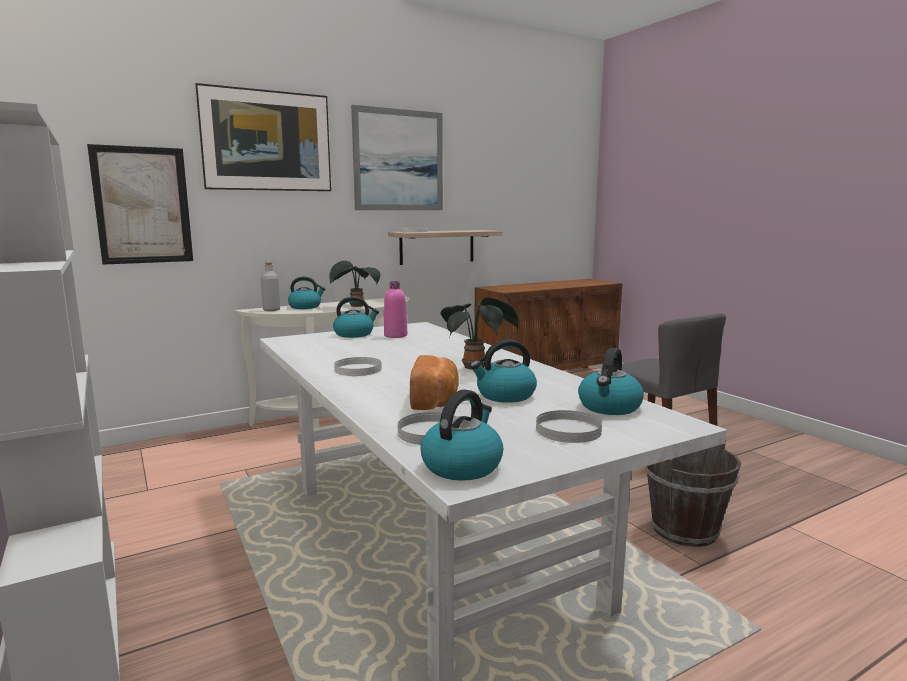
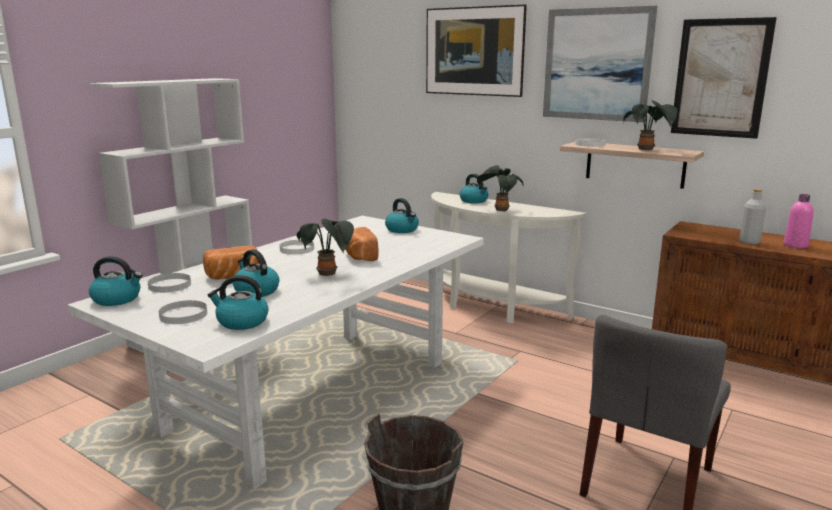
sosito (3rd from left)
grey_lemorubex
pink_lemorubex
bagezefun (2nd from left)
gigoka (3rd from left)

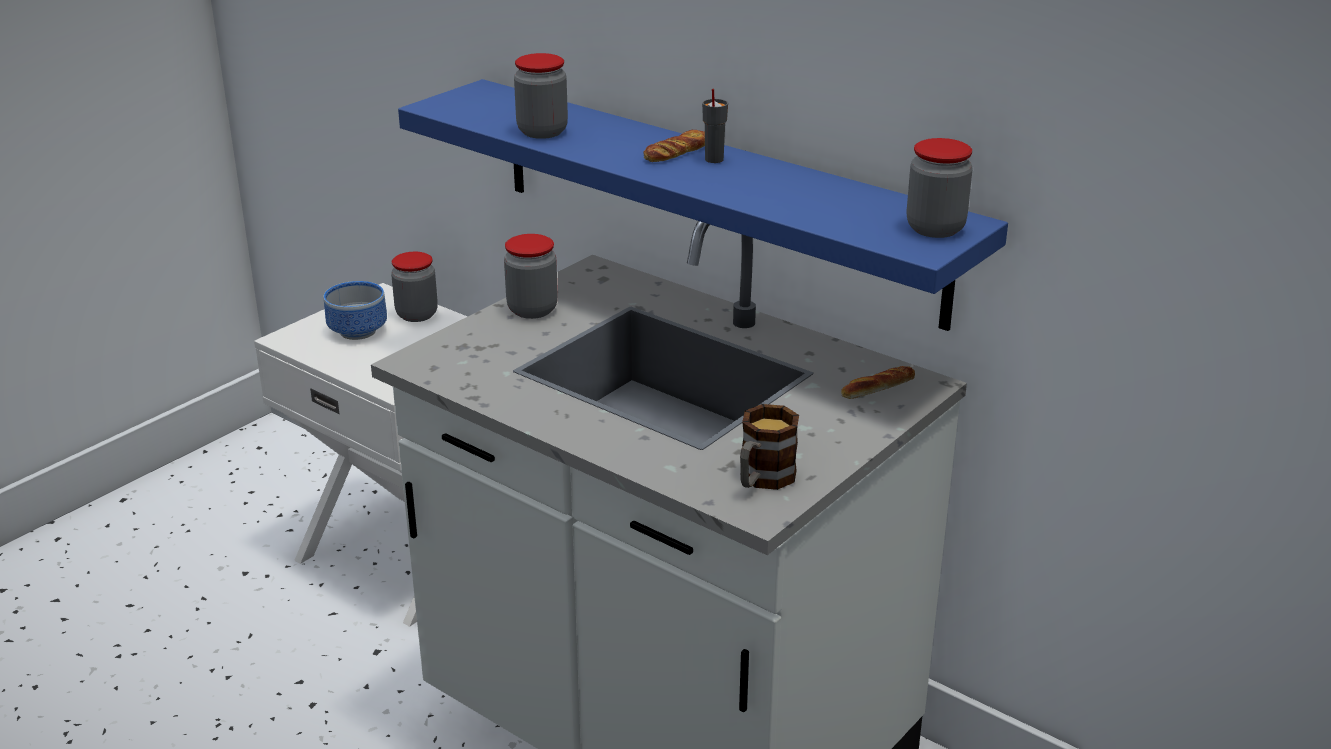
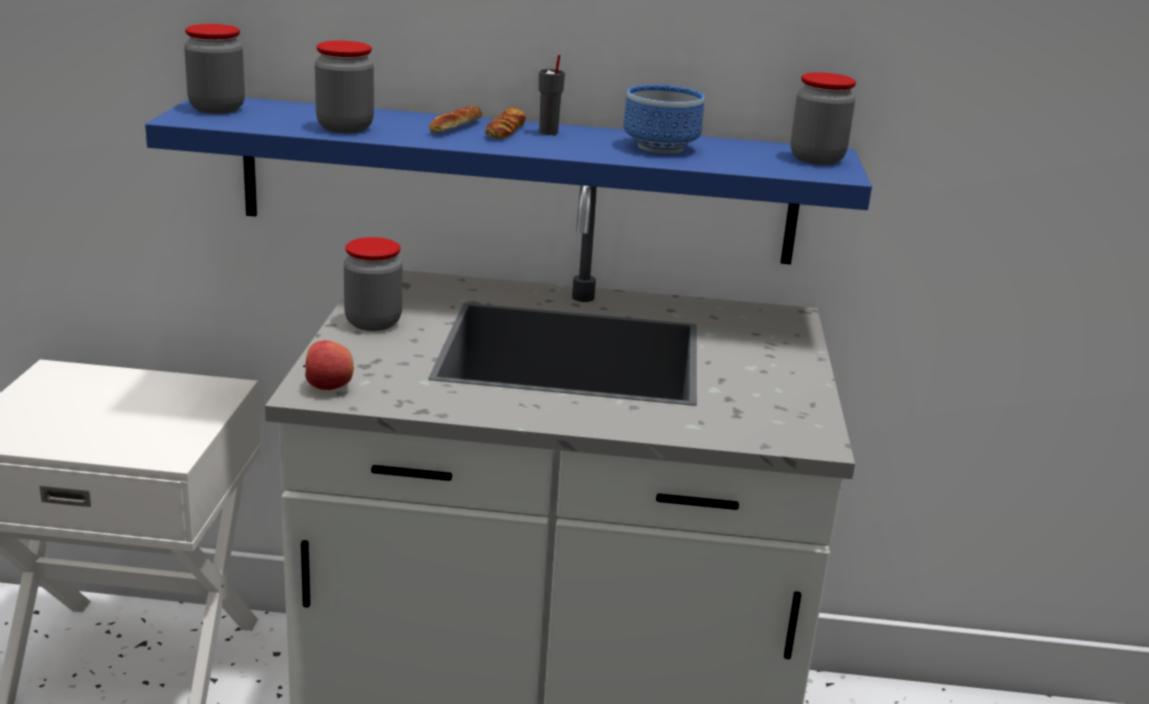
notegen
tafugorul (1st from left)
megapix
bagezefun (1st from left)
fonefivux

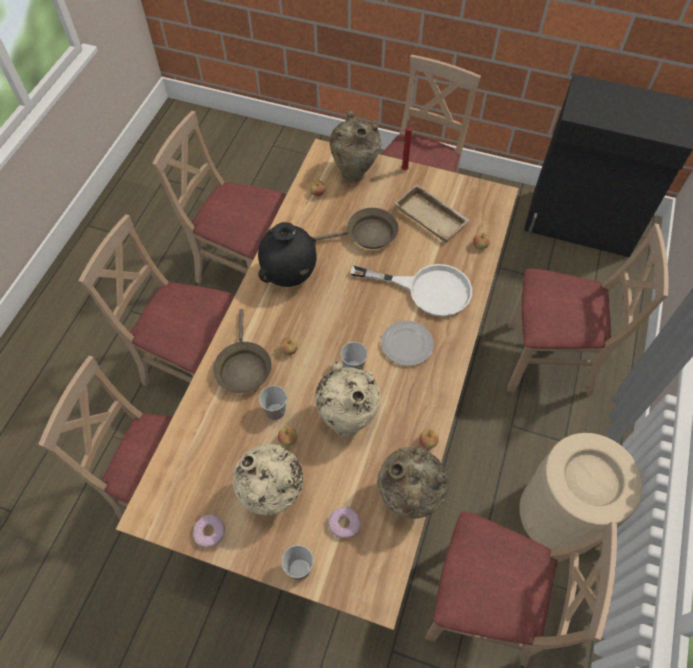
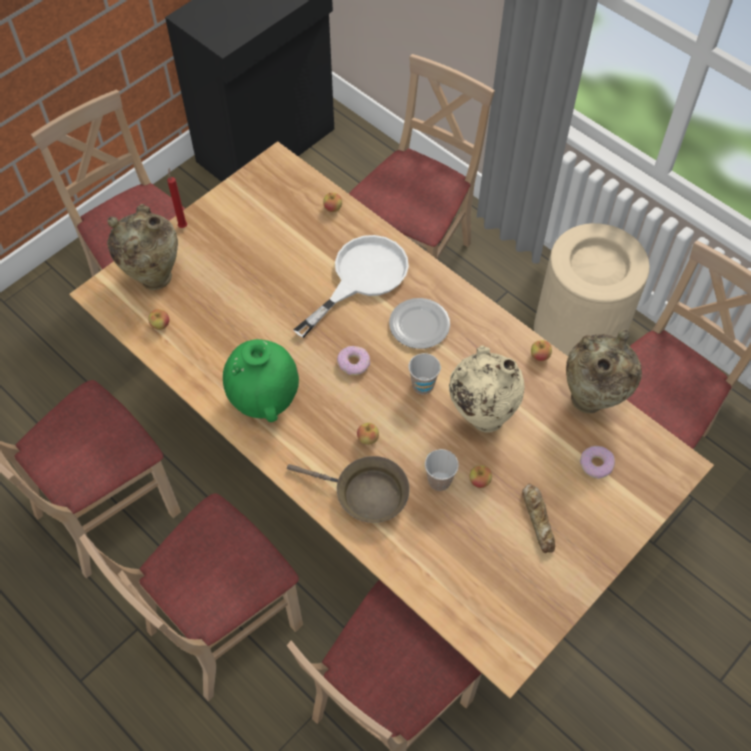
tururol (1st from left)
bagezefun
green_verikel
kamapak (2nd from left in the first image)
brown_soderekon (2nd from left in the first image)
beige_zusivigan

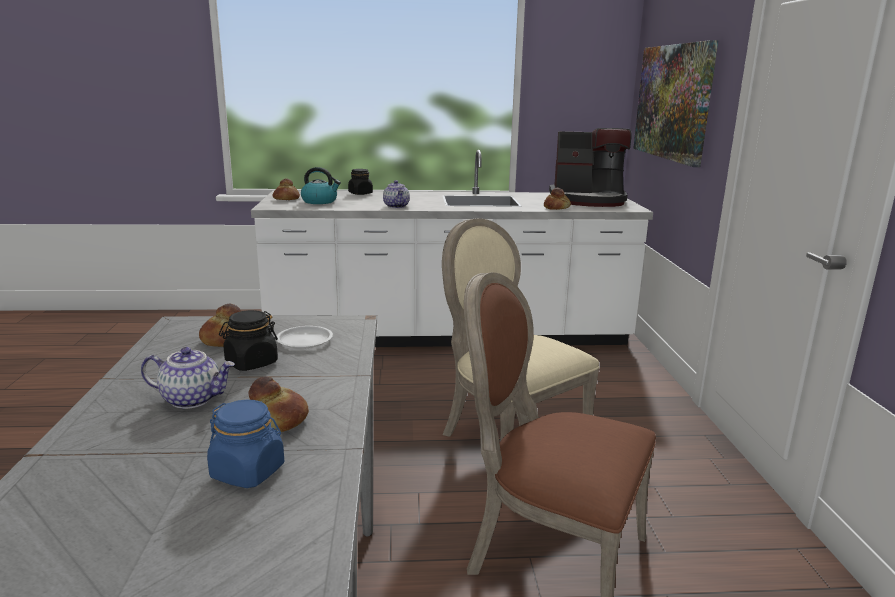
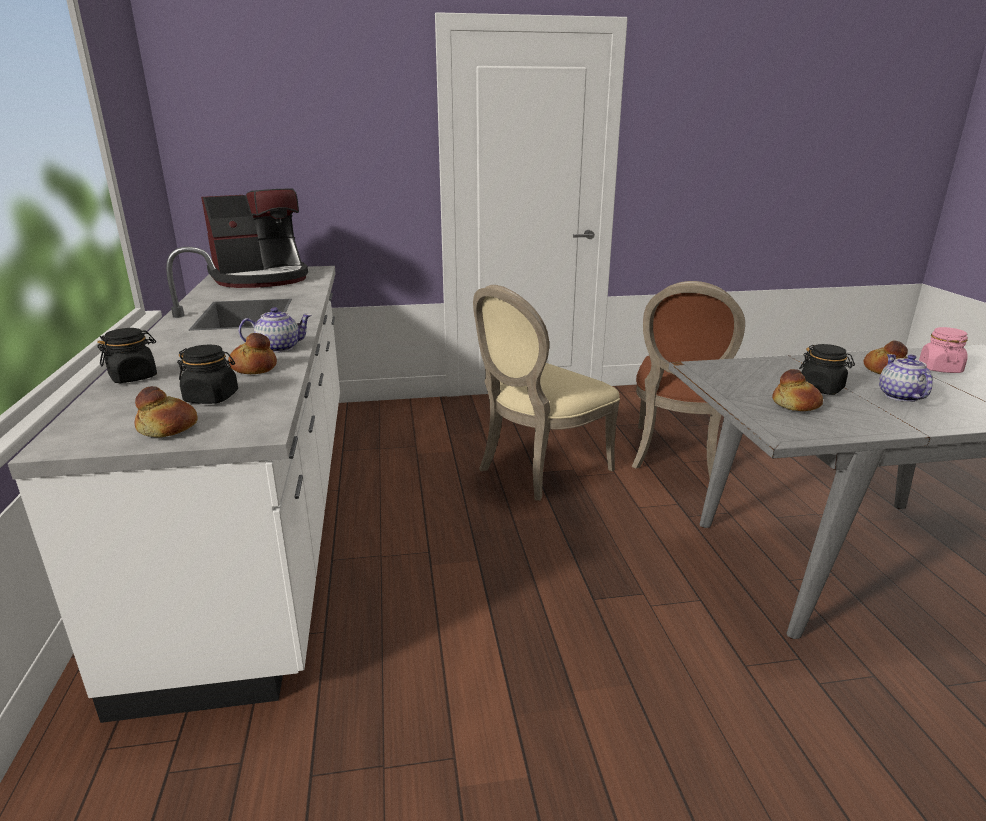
pink_tafugorul
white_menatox
black_tafugorul (2nd from left)
bagezefun (2nd from left)
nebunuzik
sosito

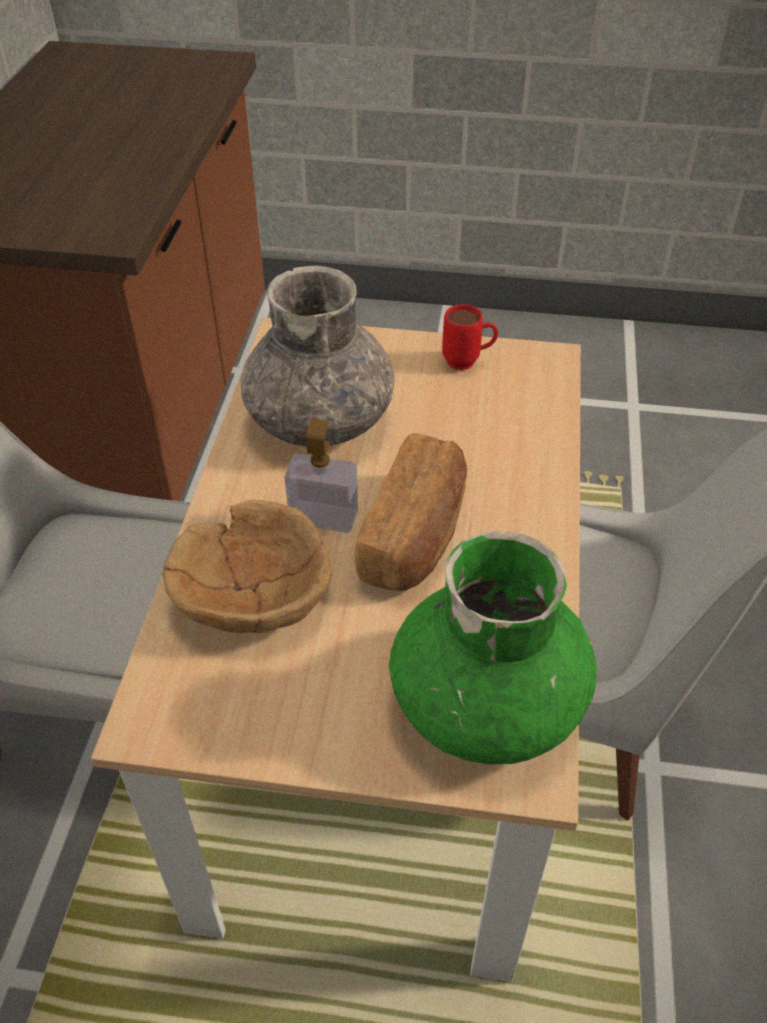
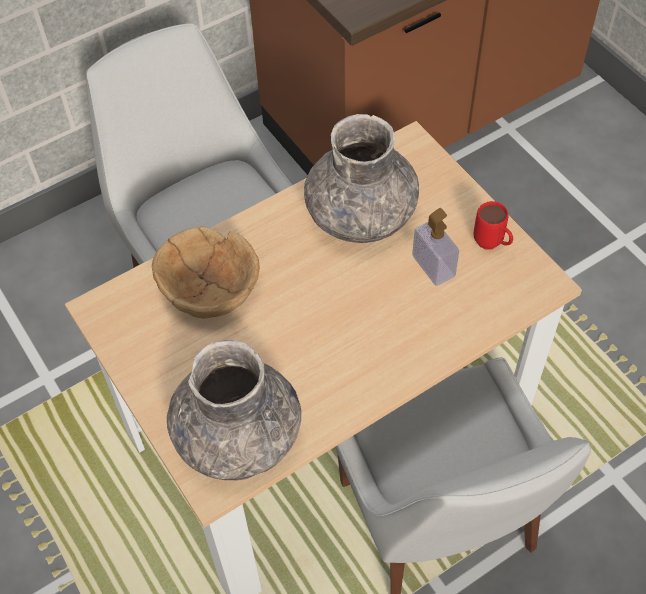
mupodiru
bagezefun
grey_verikel (1st from left)

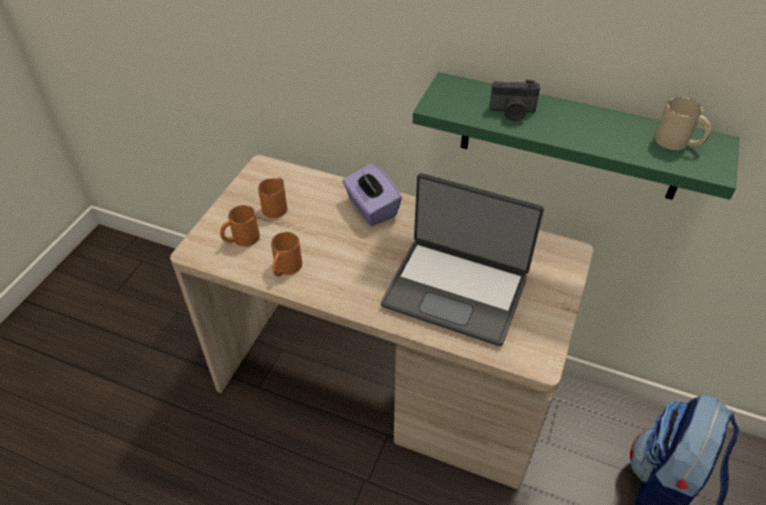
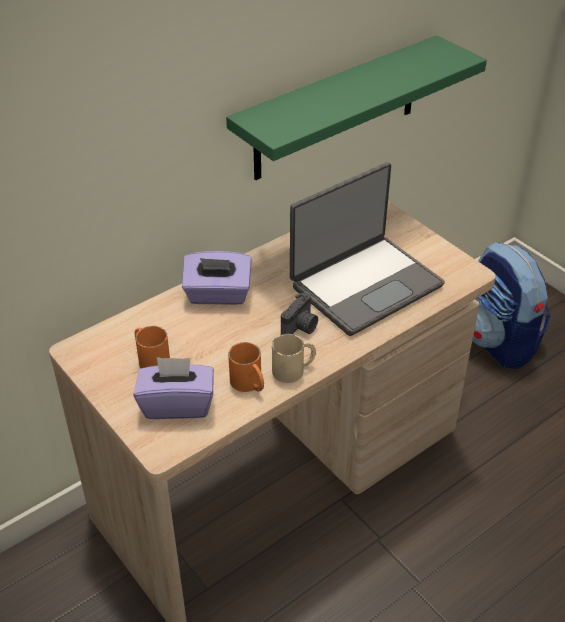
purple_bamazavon (1st from left)
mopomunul
beige_megapix

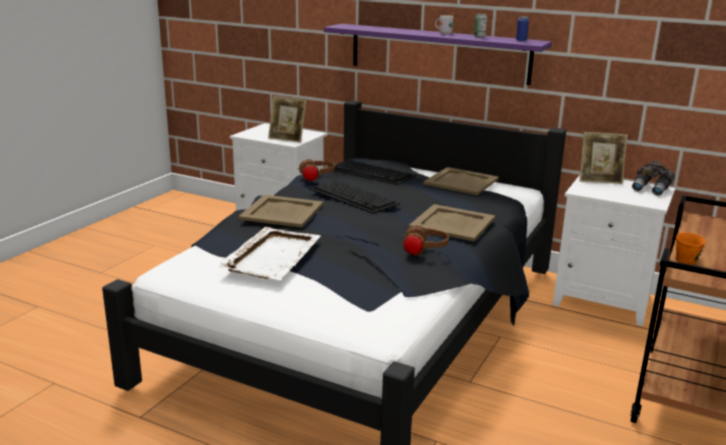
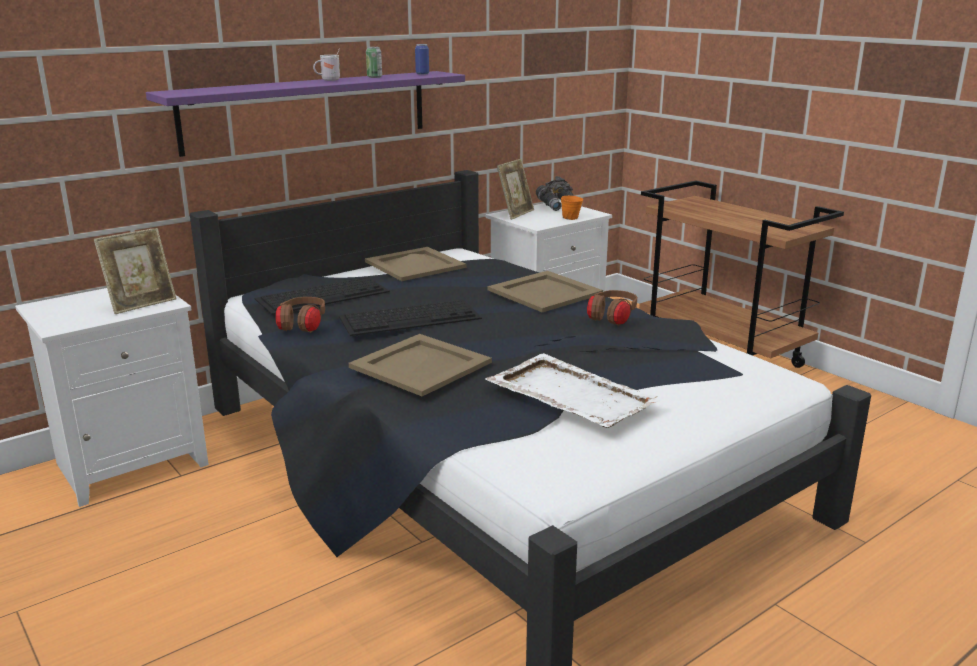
orange_megapix

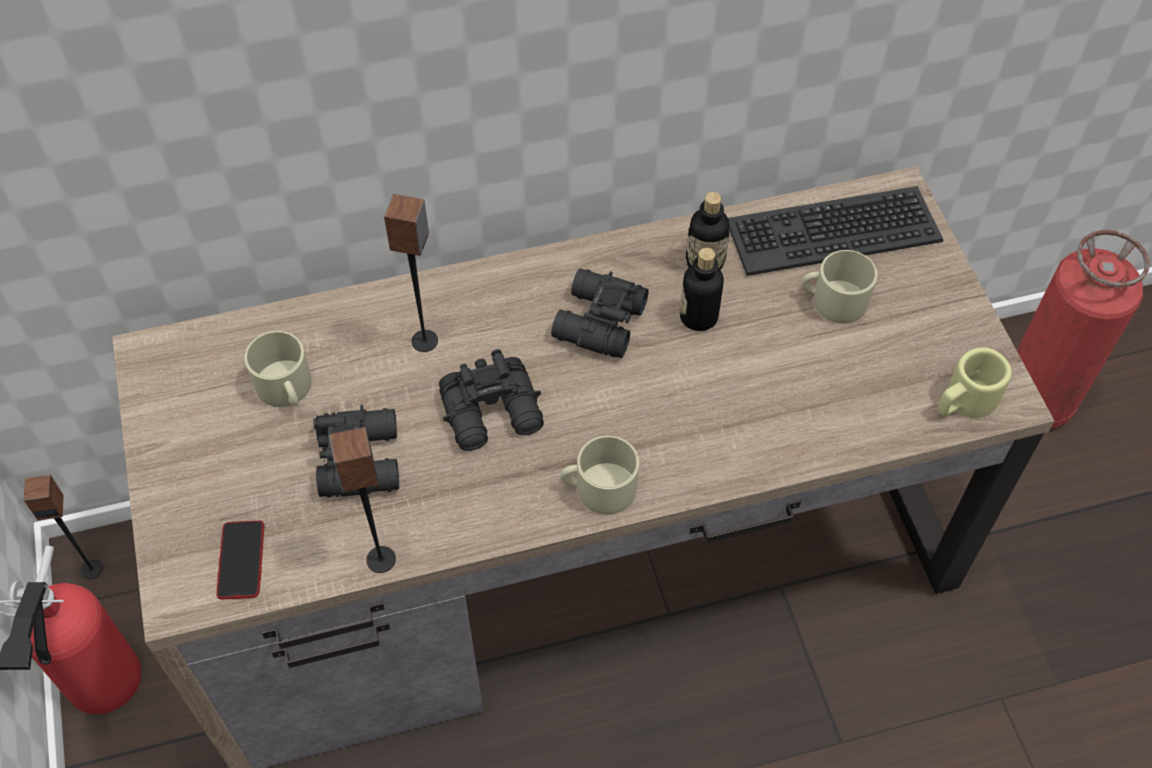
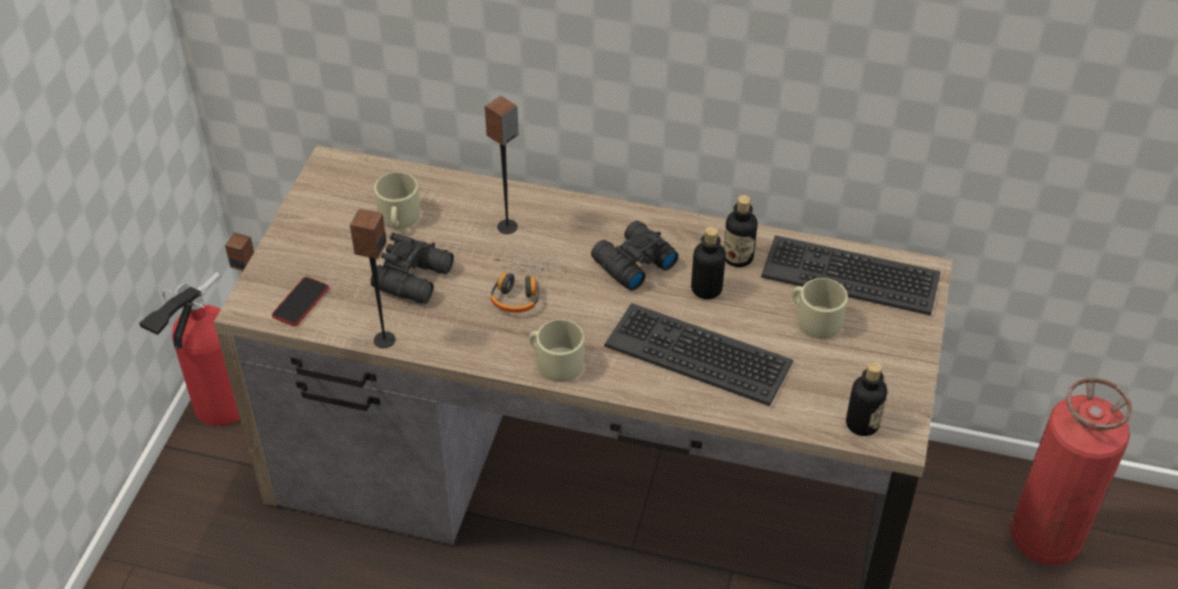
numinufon
lemorubex (3rd from left)
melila (1st from left)

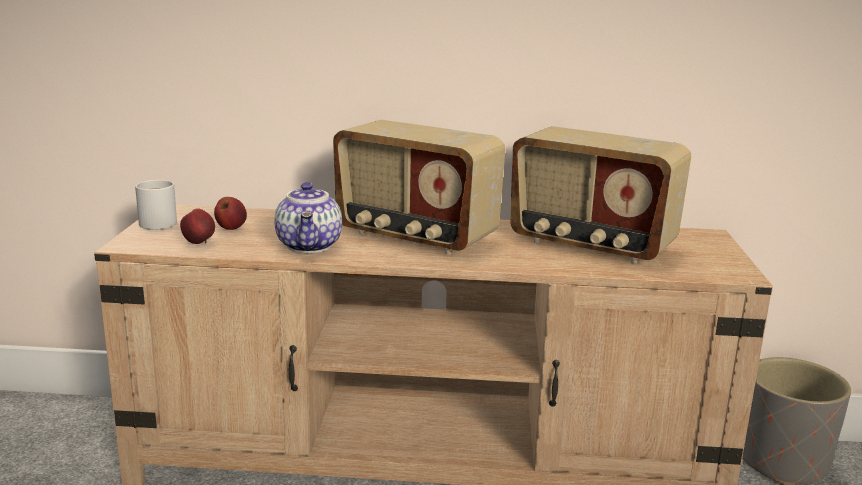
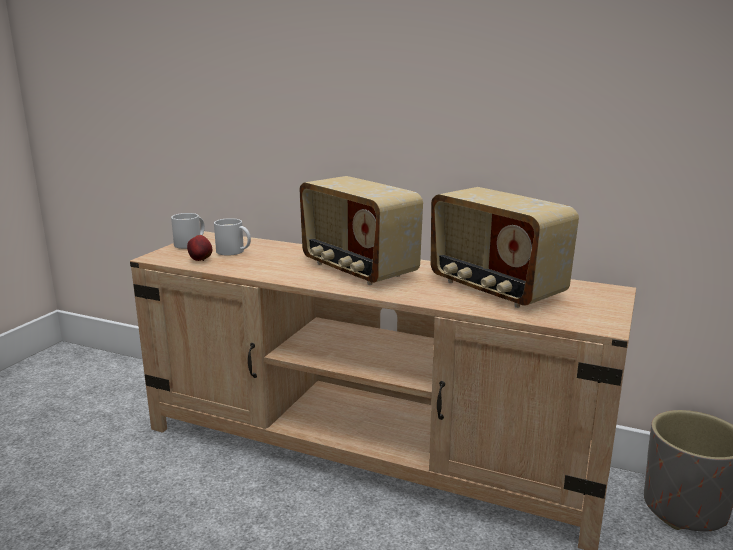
white_megapix (2nd from left)
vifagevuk

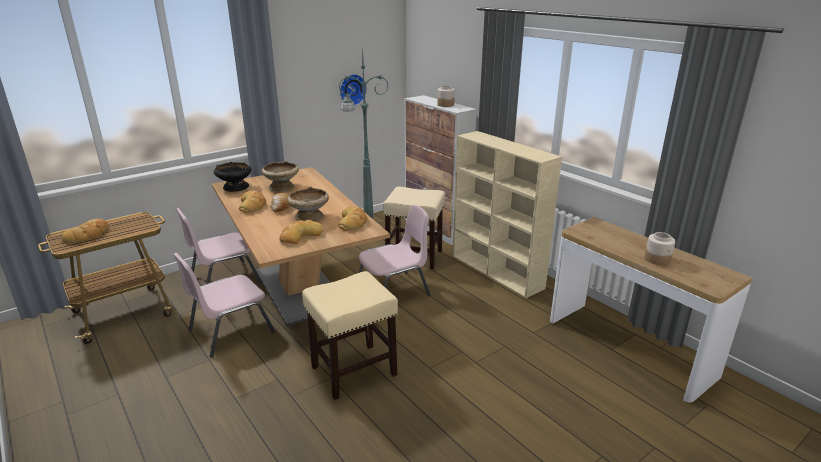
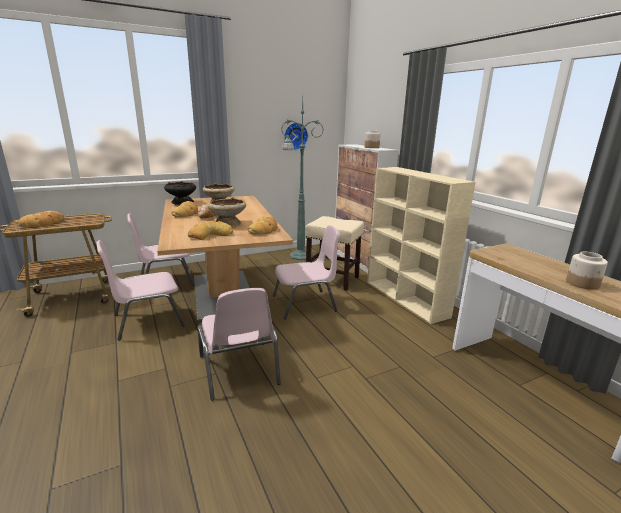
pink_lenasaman (3rd from left)

